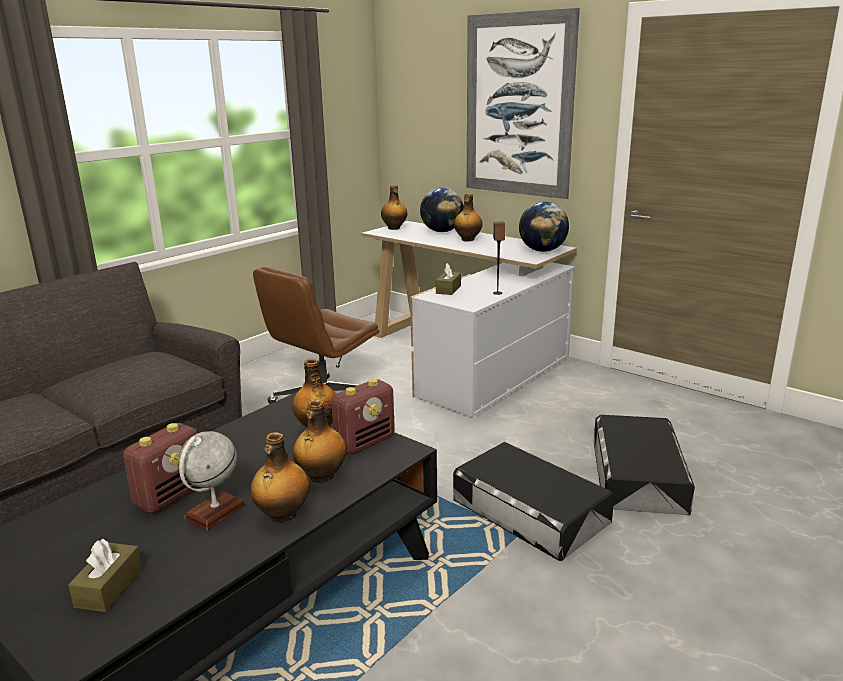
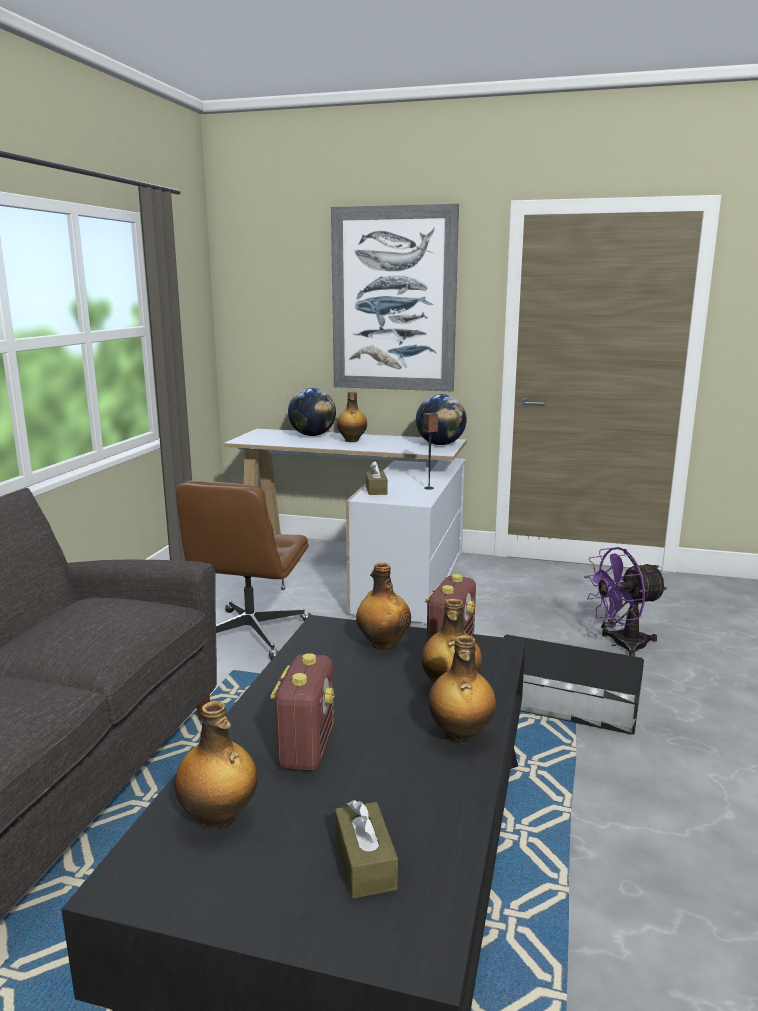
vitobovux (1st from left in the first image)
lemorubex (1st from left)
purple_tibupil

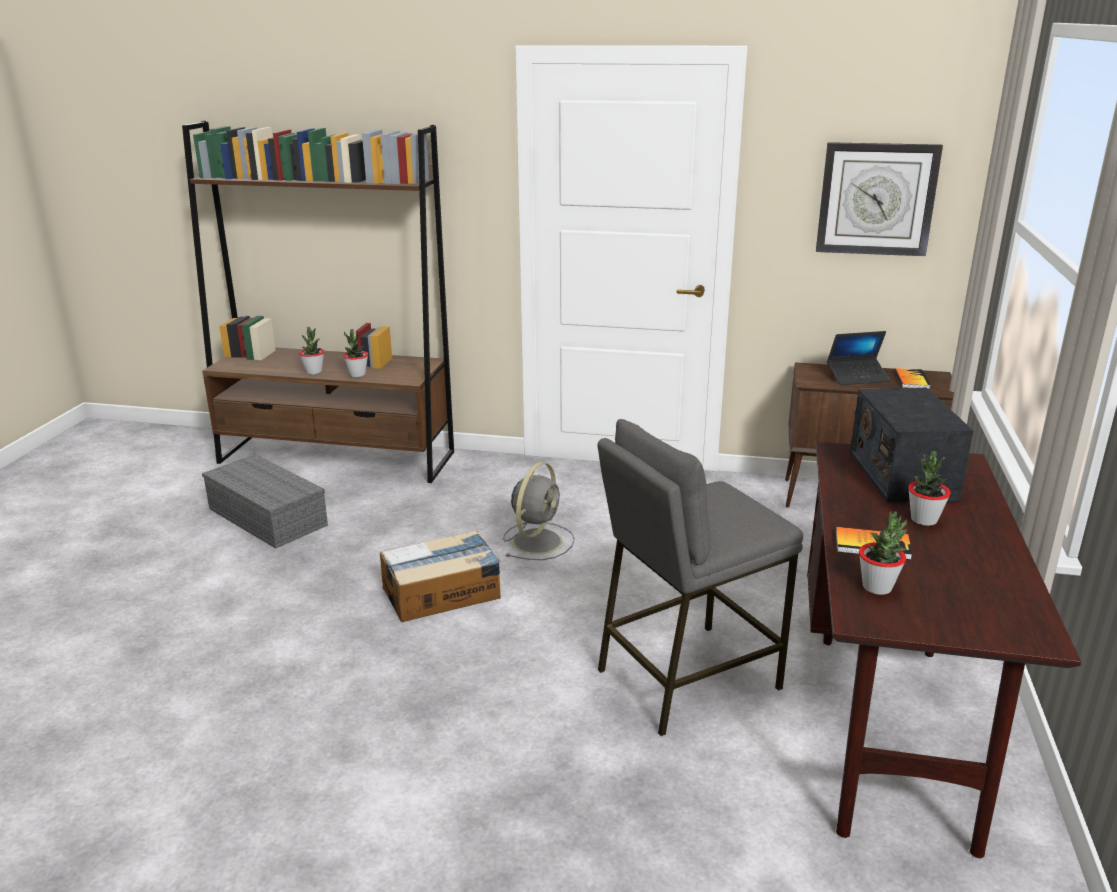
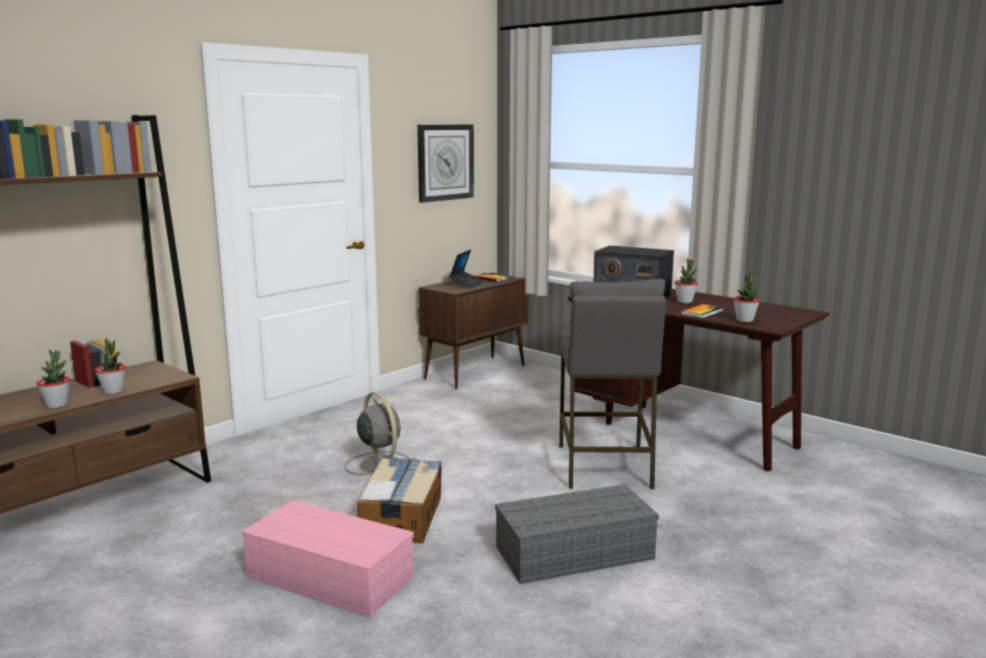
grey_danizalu
pink_danizalu

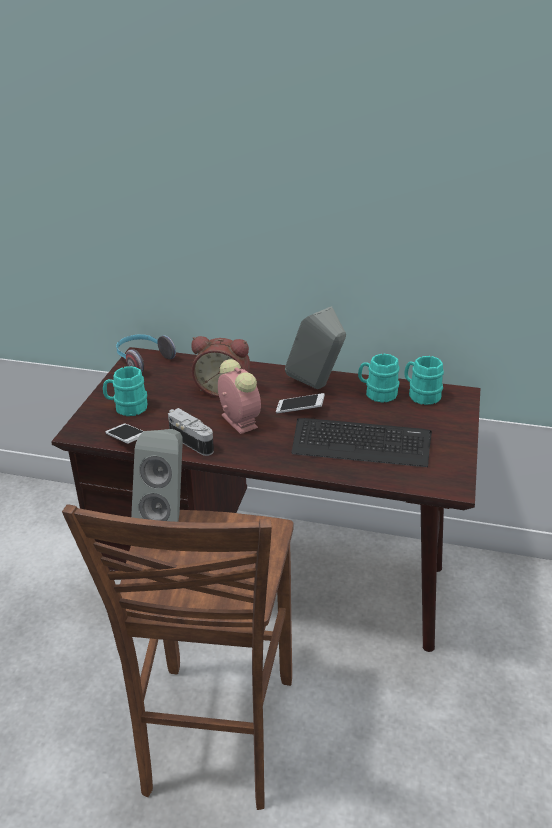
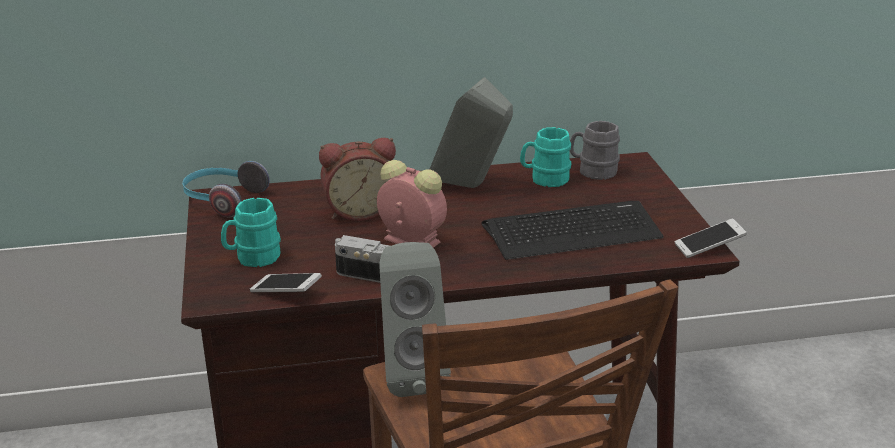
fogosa (2nd from left)
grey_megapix

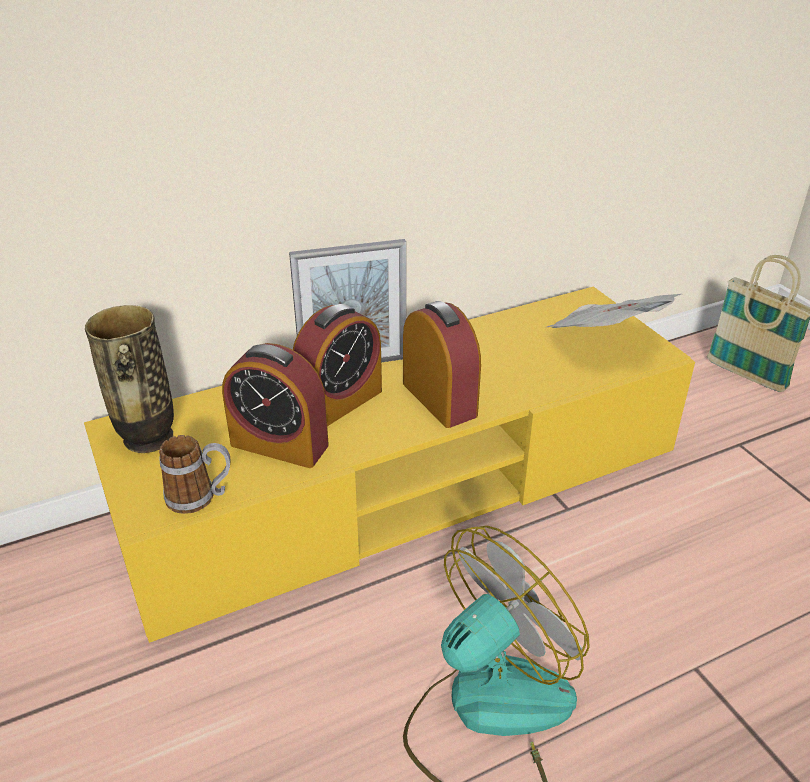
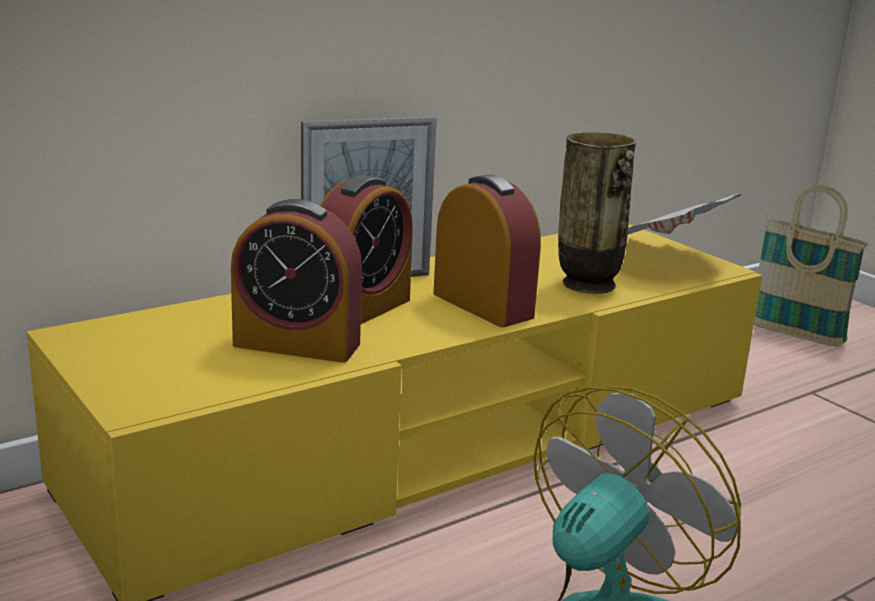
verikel
megapix

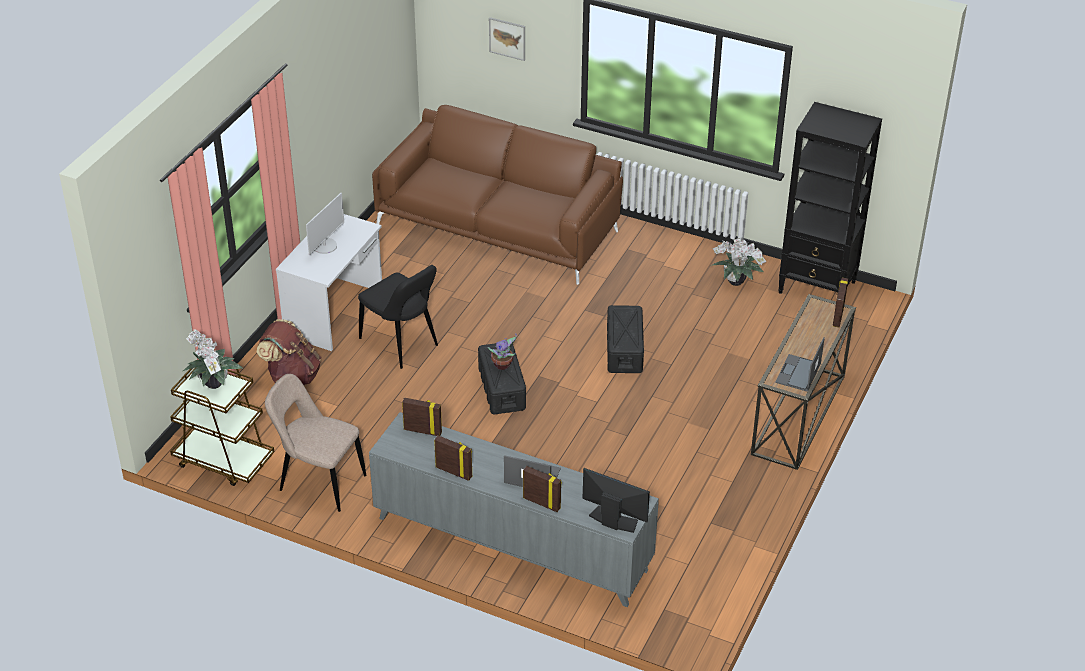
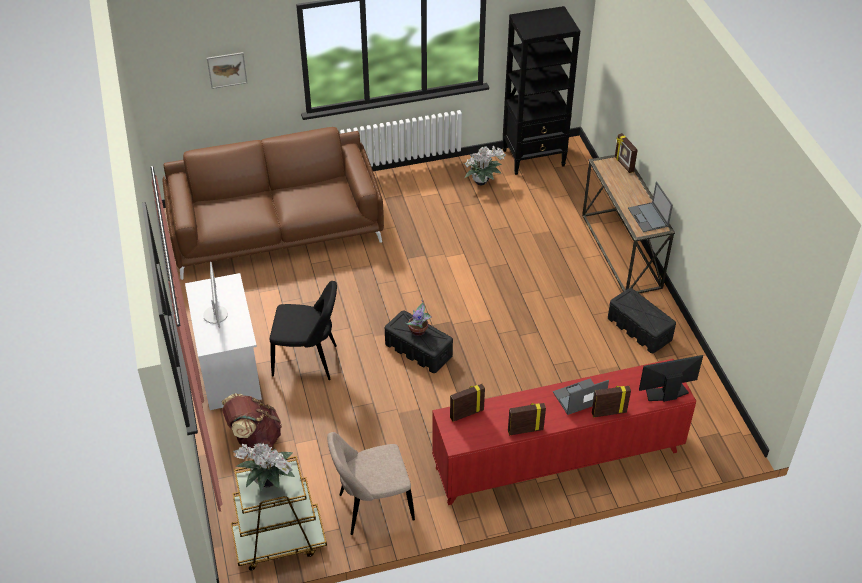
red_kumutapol
black_danizalu (2nd from left)

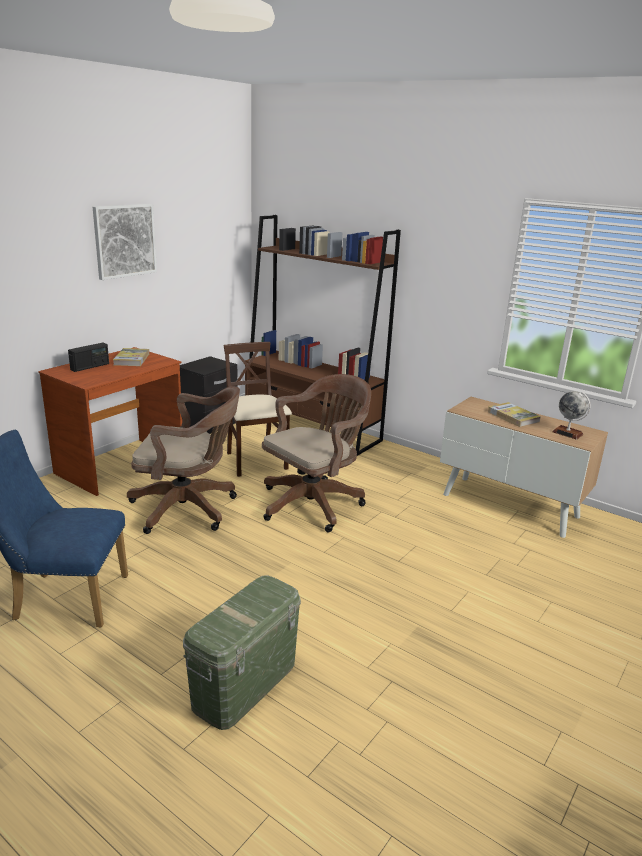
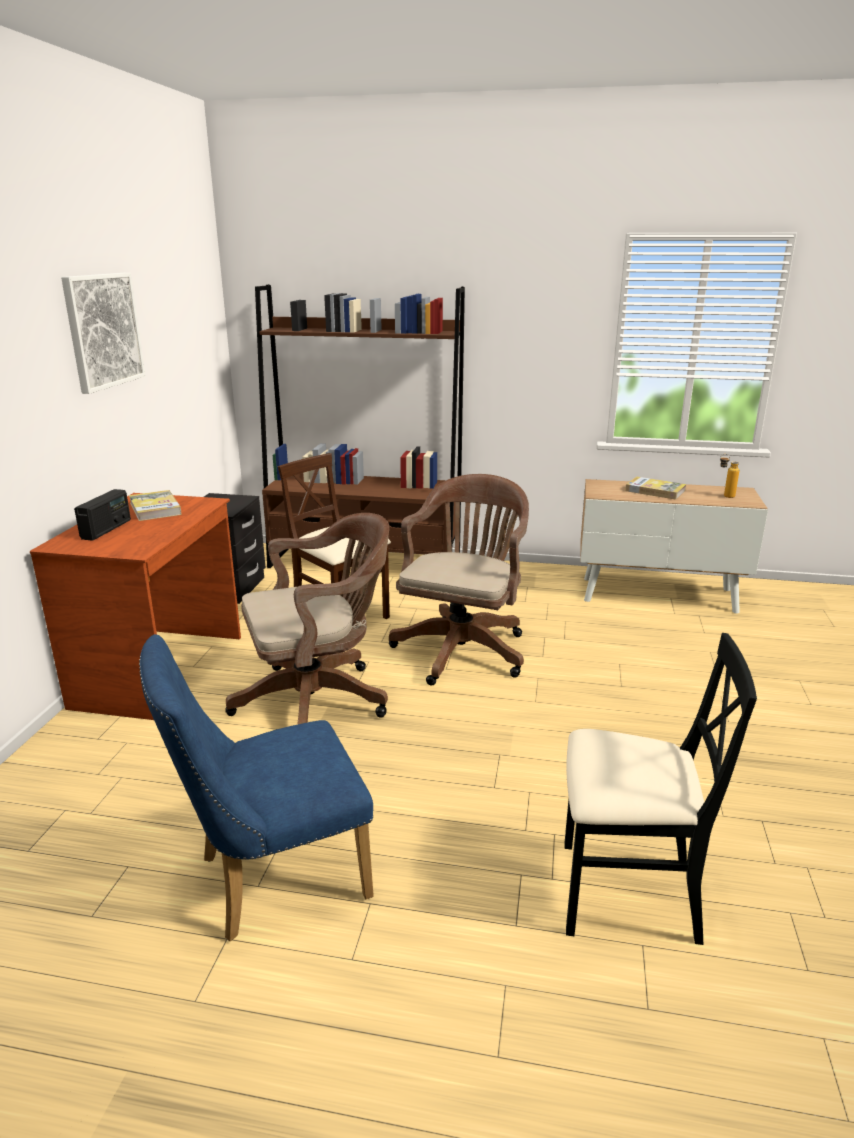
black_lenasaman
lemorubex

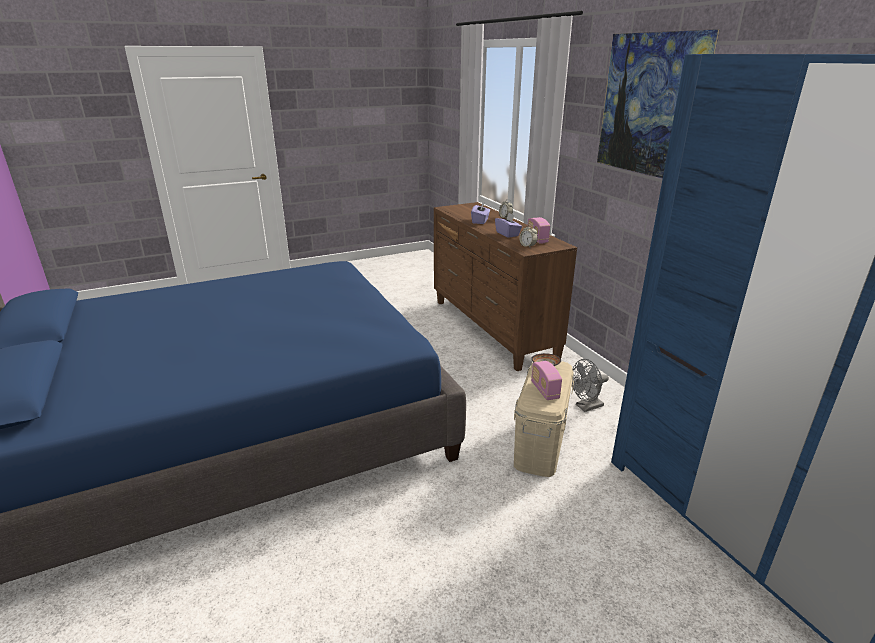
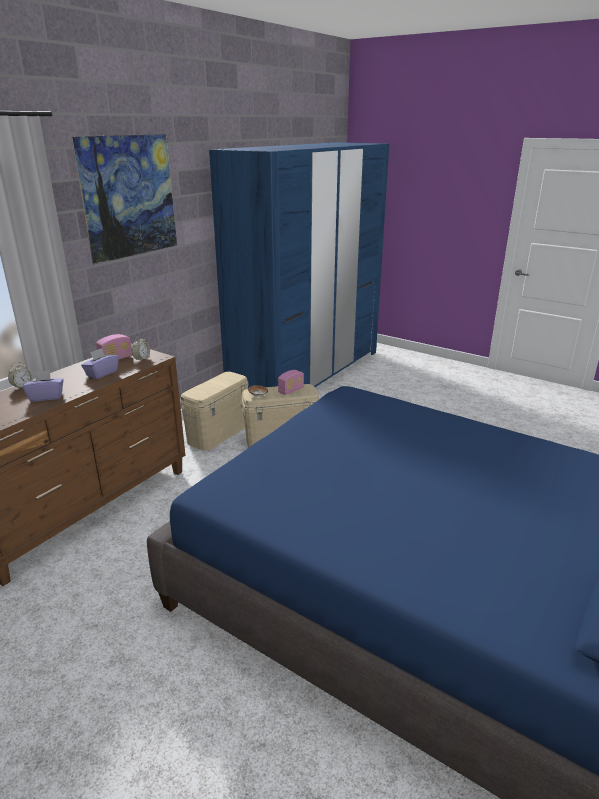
beige_danizalu (1st from left)

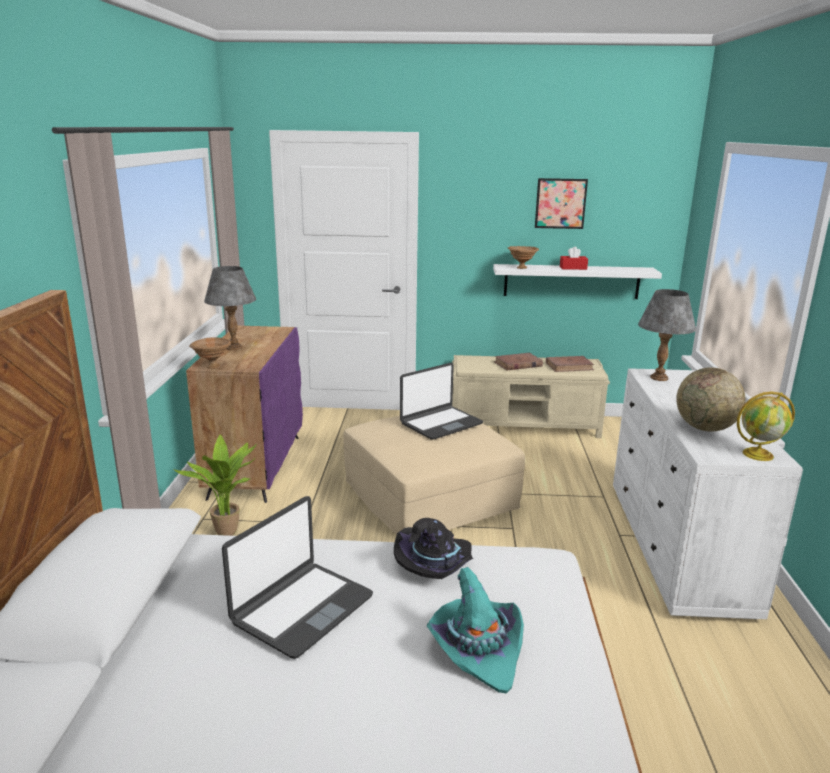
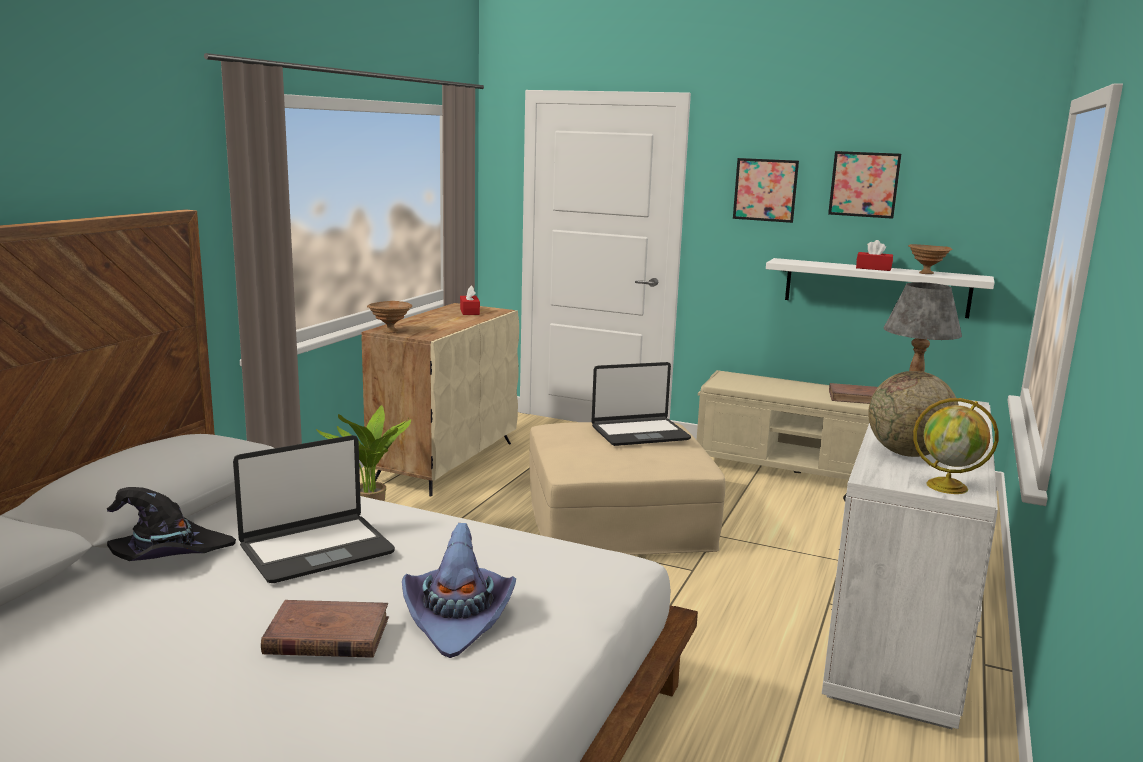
beige_kumutapol
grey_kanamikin (1st from left in the first image)
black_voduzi
purple_voduzi
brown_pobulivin (1st from left)
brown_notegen (2nd from left)
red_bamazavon (1st from left)
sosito (1st from left)

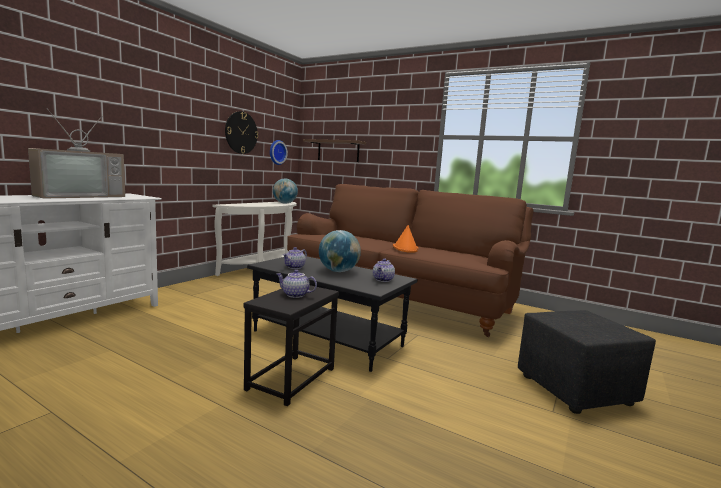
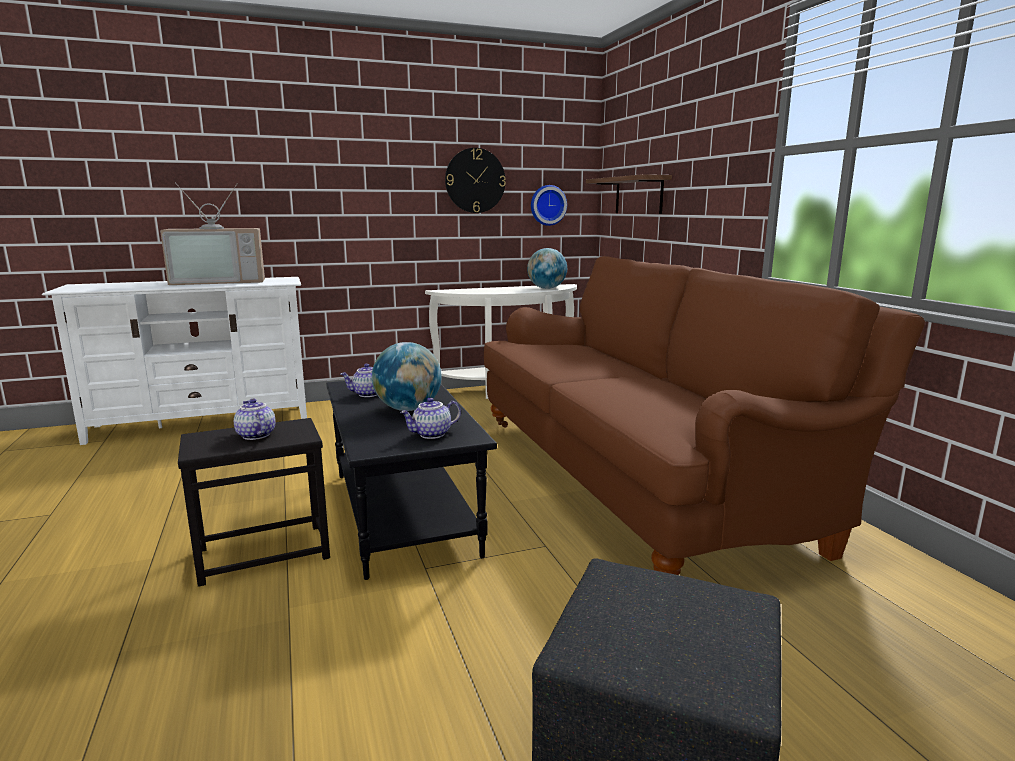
orange_voduzi

